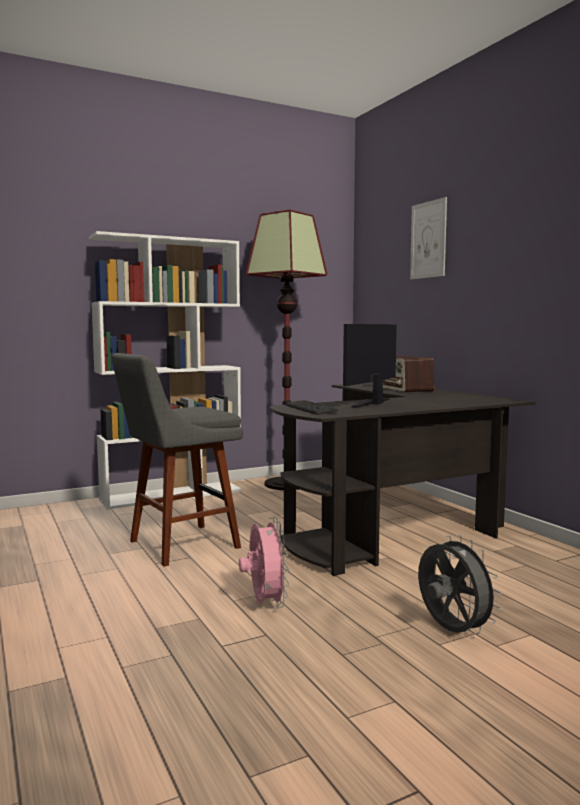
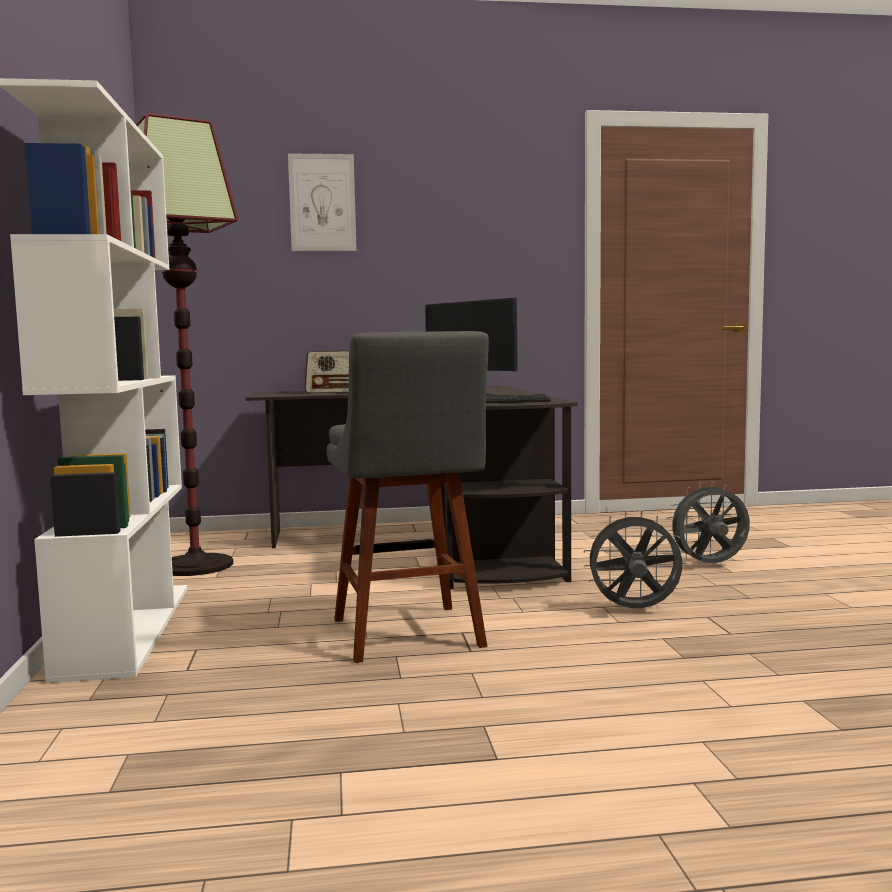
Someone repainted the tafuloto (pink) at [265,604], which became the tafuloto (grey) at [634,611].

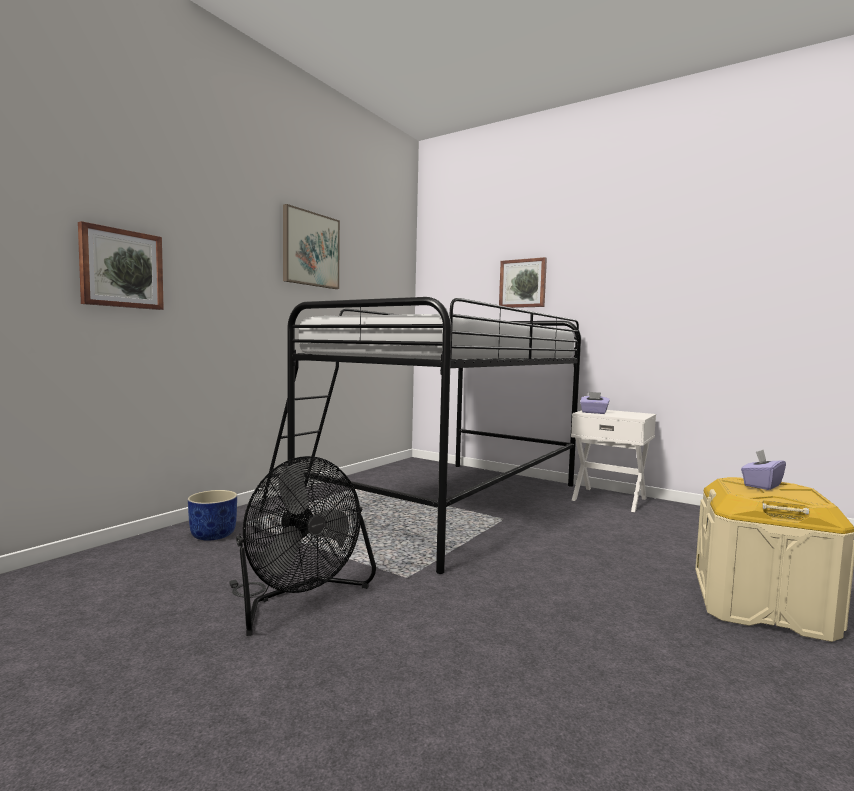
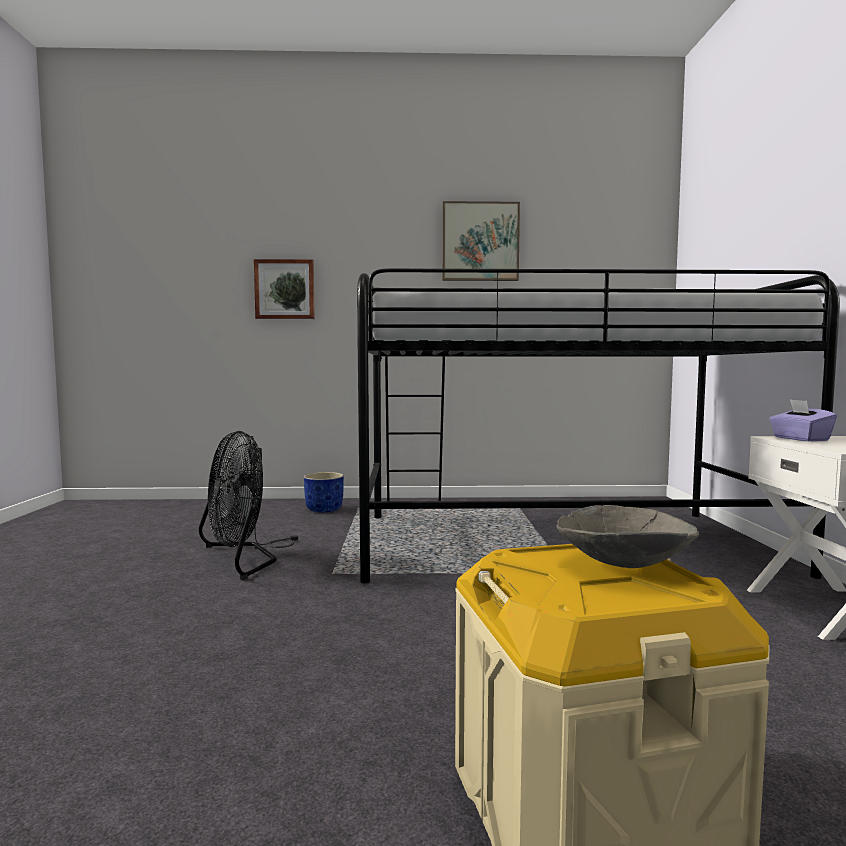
Someone rotated the tafuloto (black) at [293,600] by 45 degrees clockwise.
Someone took away the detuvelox at [523,283].
Someone swapped the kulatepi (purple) at [761,485] for the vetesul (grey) at [623,564].

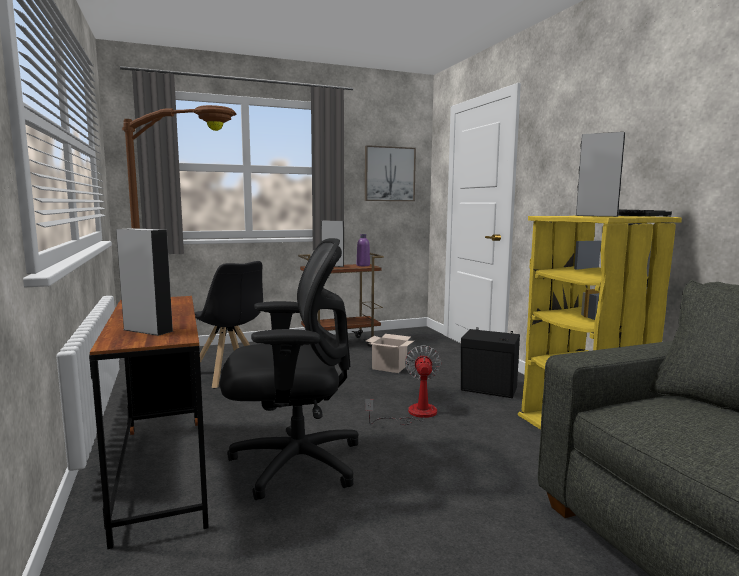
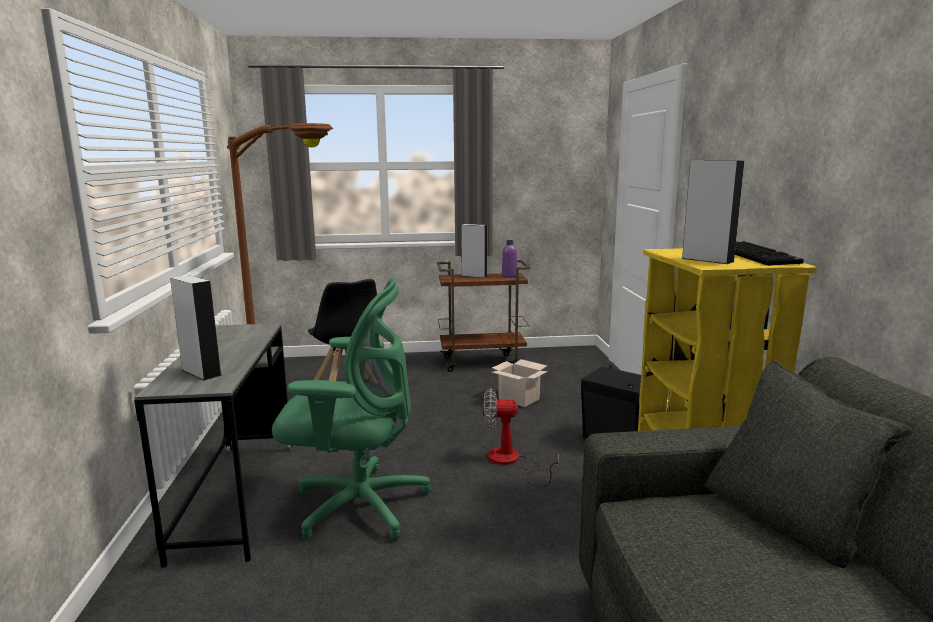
Someone repainted the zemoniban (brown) at [162,472], which became the zemoniban (grey) at [237,498].
Someone repainted the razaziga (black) at [288,466], which became the razaziga (green) at [351,506].
Someone took away the detuvelox at [389,174].
Someone rotated the tafuloto at [413,414] by 105 degrees counterclockwise.

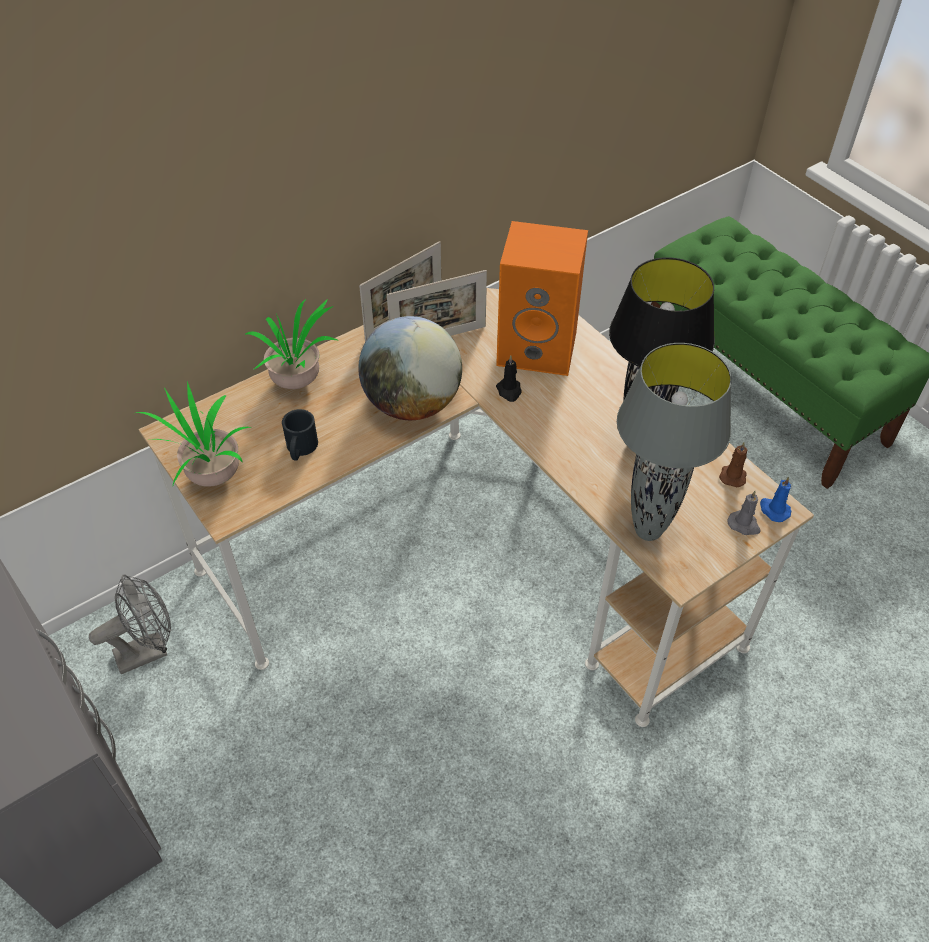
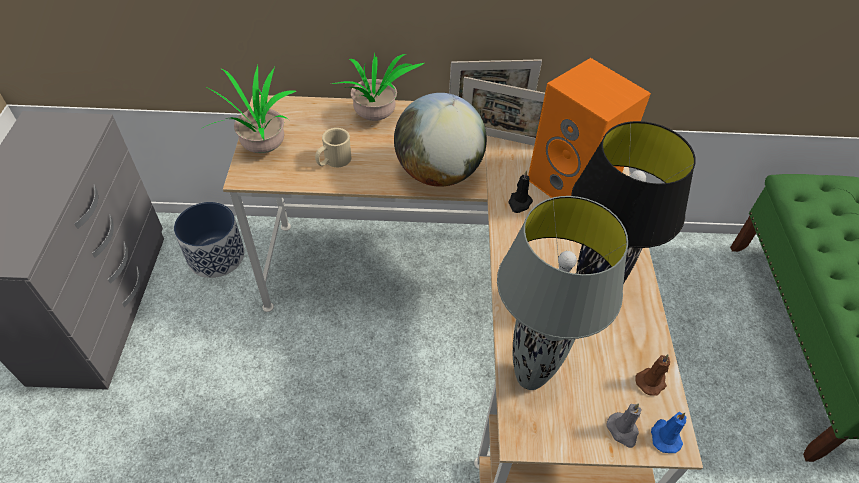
Someone swapped the tafuloto (grey) at [149,650] for the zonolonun at [216,256].
Someone repainted the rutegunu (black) at [300,449], which became the rutegunu (beige) at [333,161].

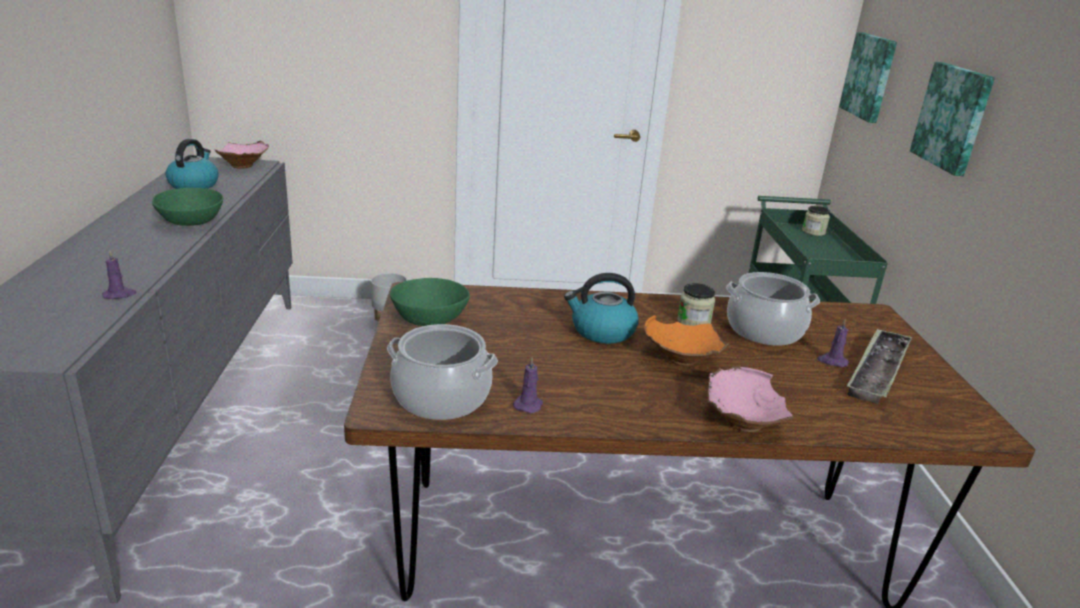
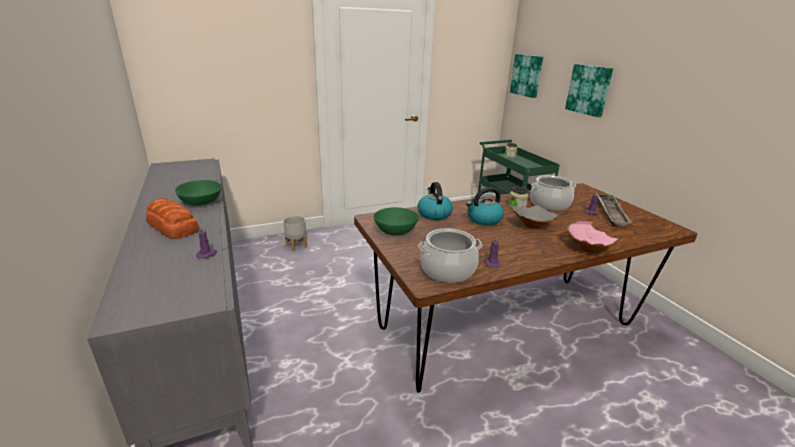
Someone carried the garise from [194,184] to [434,214].
Someone took away the vetesul (pink) at [243,166].
Someone repainted the vetesul (orange) at [681,360], which became the vetesul (grey) at [532,226].
Someone put down the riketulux at [173,227].

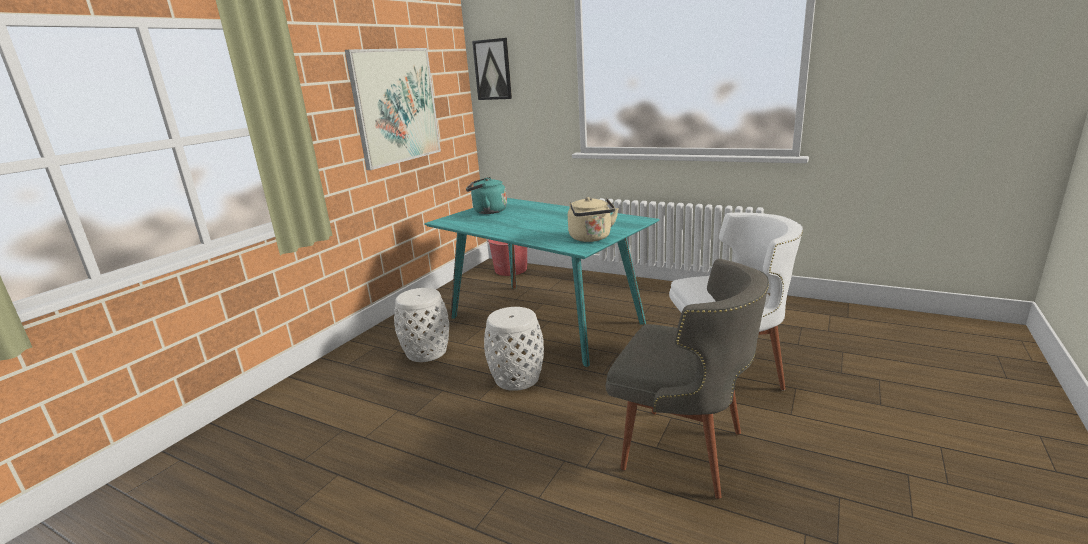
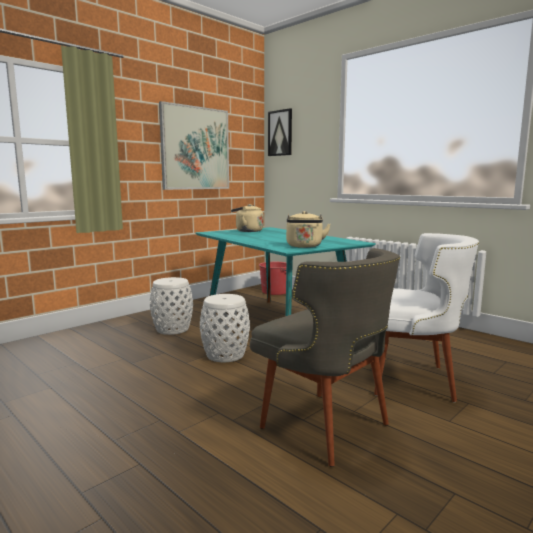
Someone repainted the garise (turquoise) at [487,211], which became the garise (beige) at [247,231].

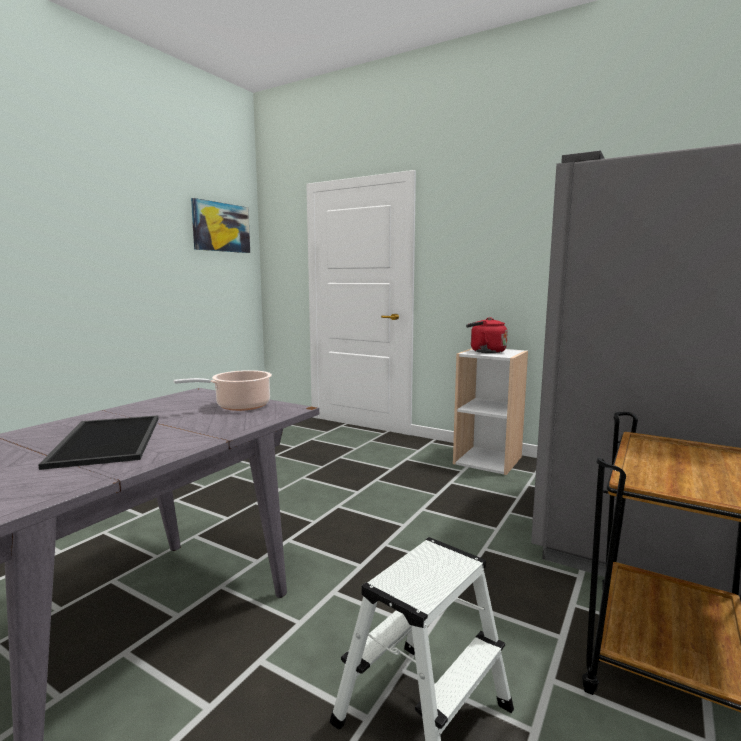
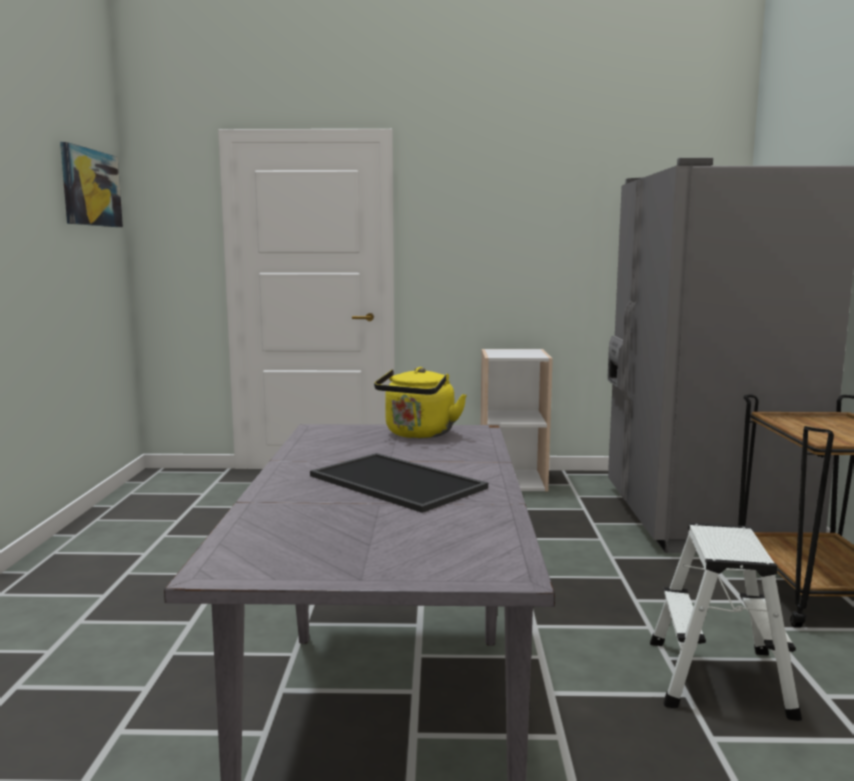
Someone swapped the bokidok at [239,406] for the garise (yellow) at [418,434].
Someone took away the garise (red) at [485,351].

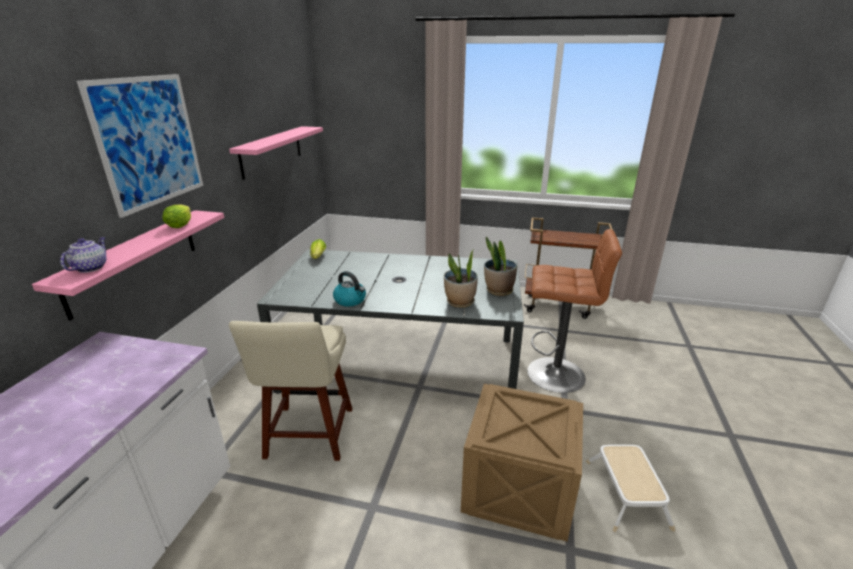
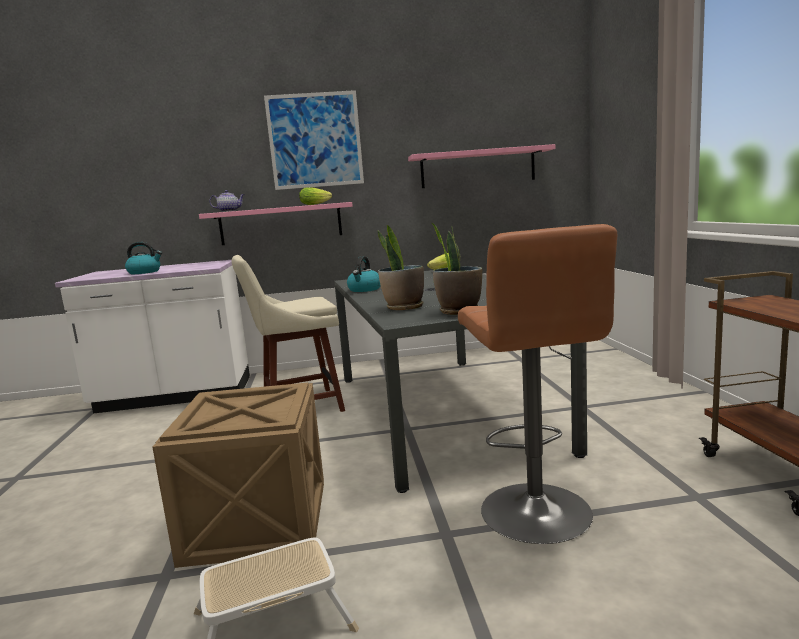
Someone put down the garise at [145,272].

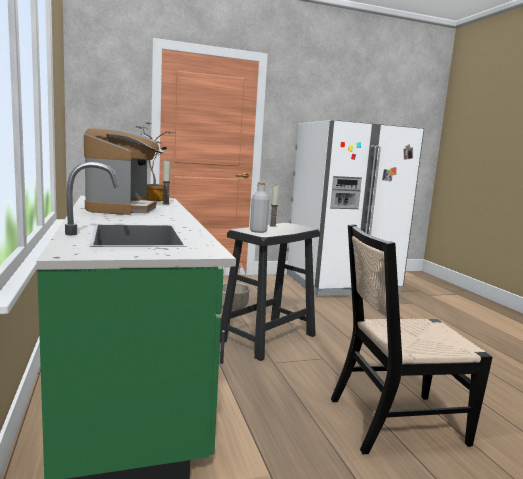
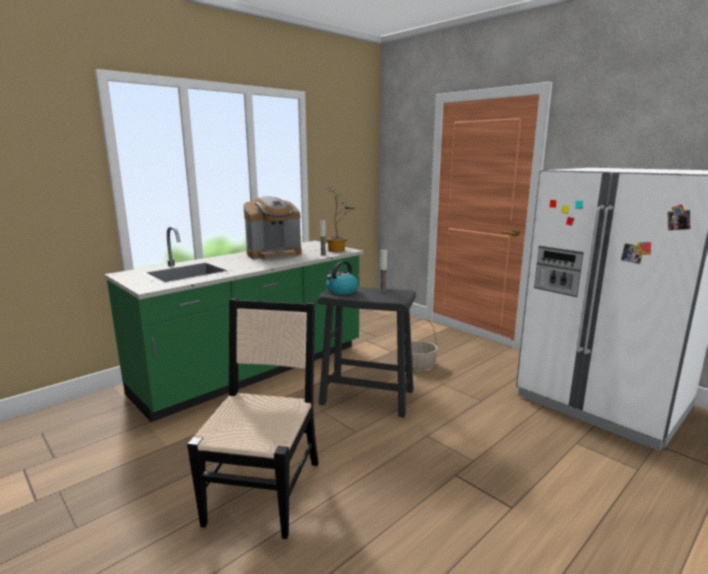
Someone swapped the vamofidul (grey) at [258,231] for the garise at [341,291].
Someone rotated the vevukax at [396,422] by 45 degrees clockwise.

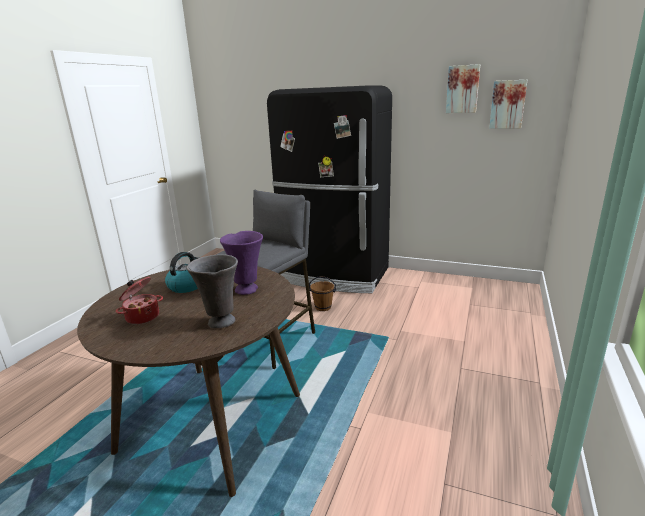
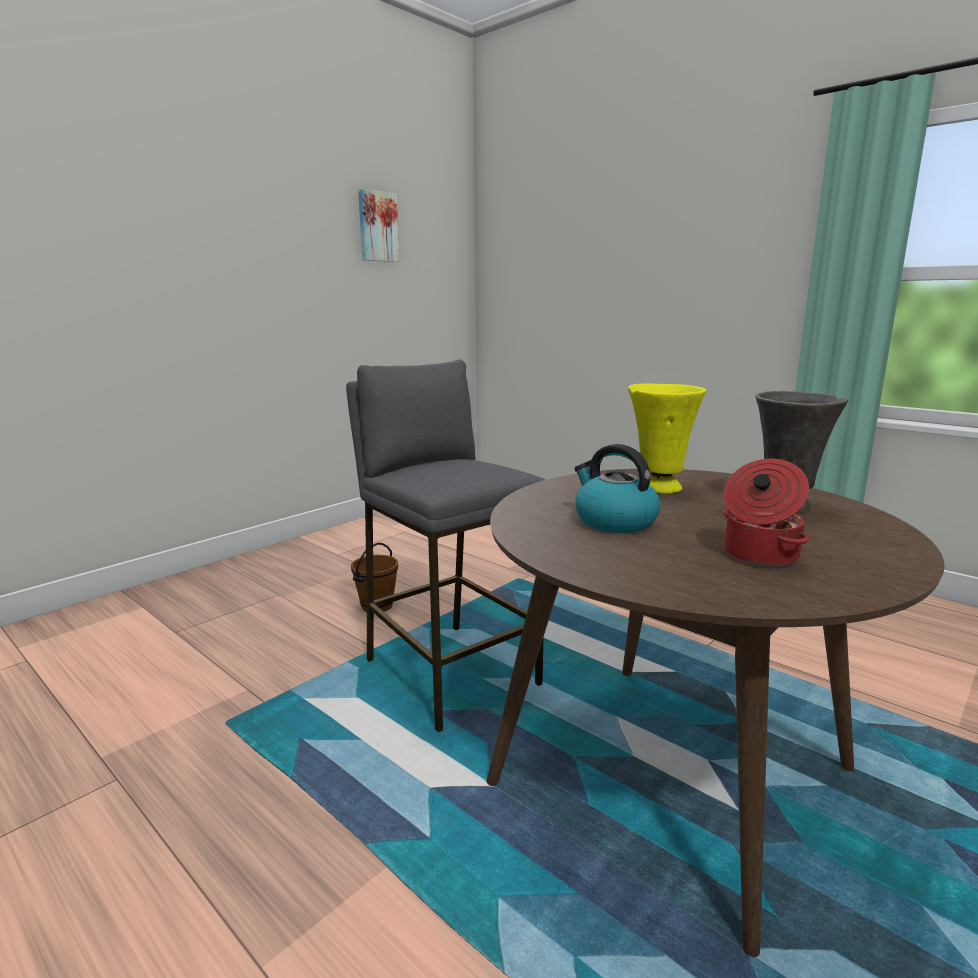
Someone repainted the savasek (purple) at [247,289], which became the savasek (yellow) at [658,487].
Someone took away the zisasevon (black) at [334,275].
Someone took away the detuvelox at [507,104].

